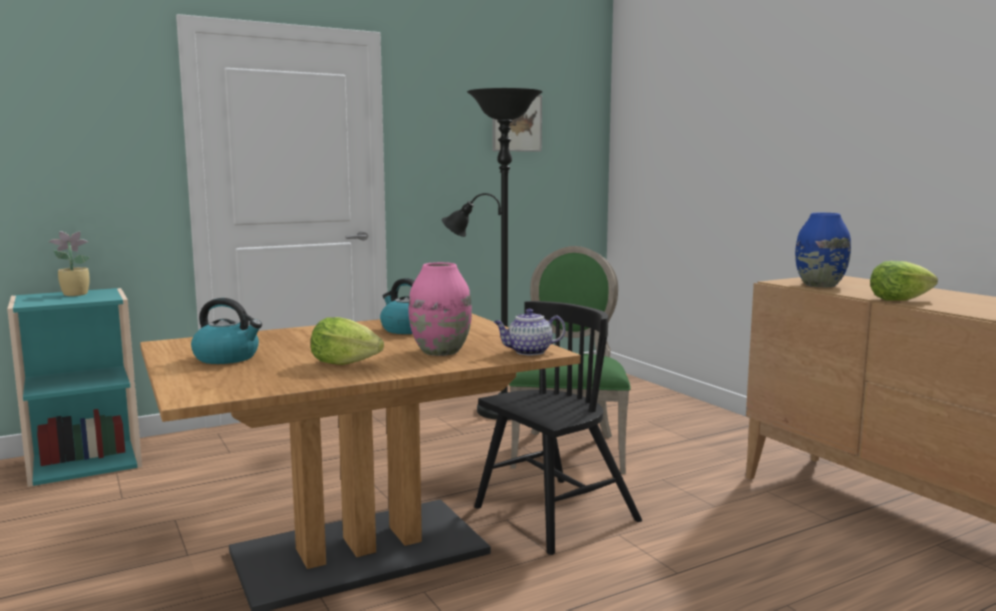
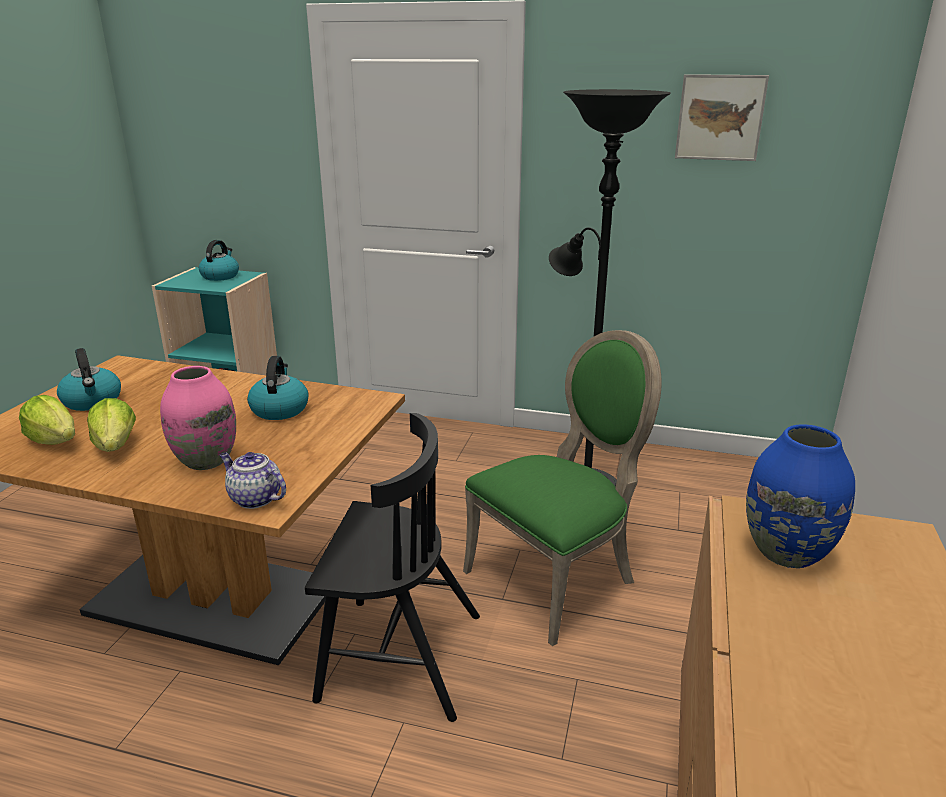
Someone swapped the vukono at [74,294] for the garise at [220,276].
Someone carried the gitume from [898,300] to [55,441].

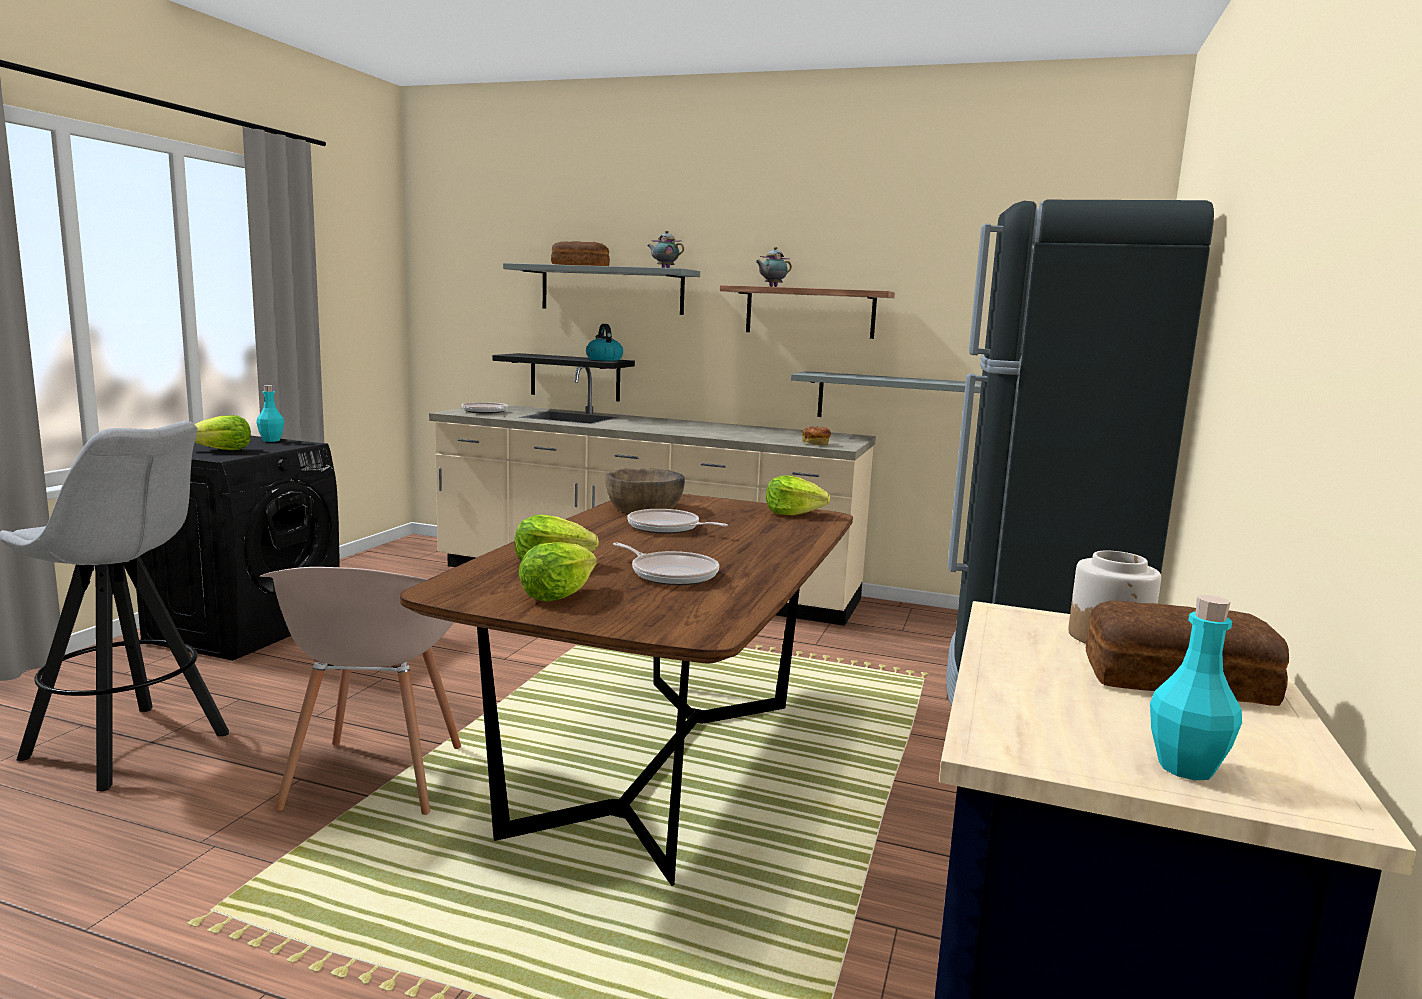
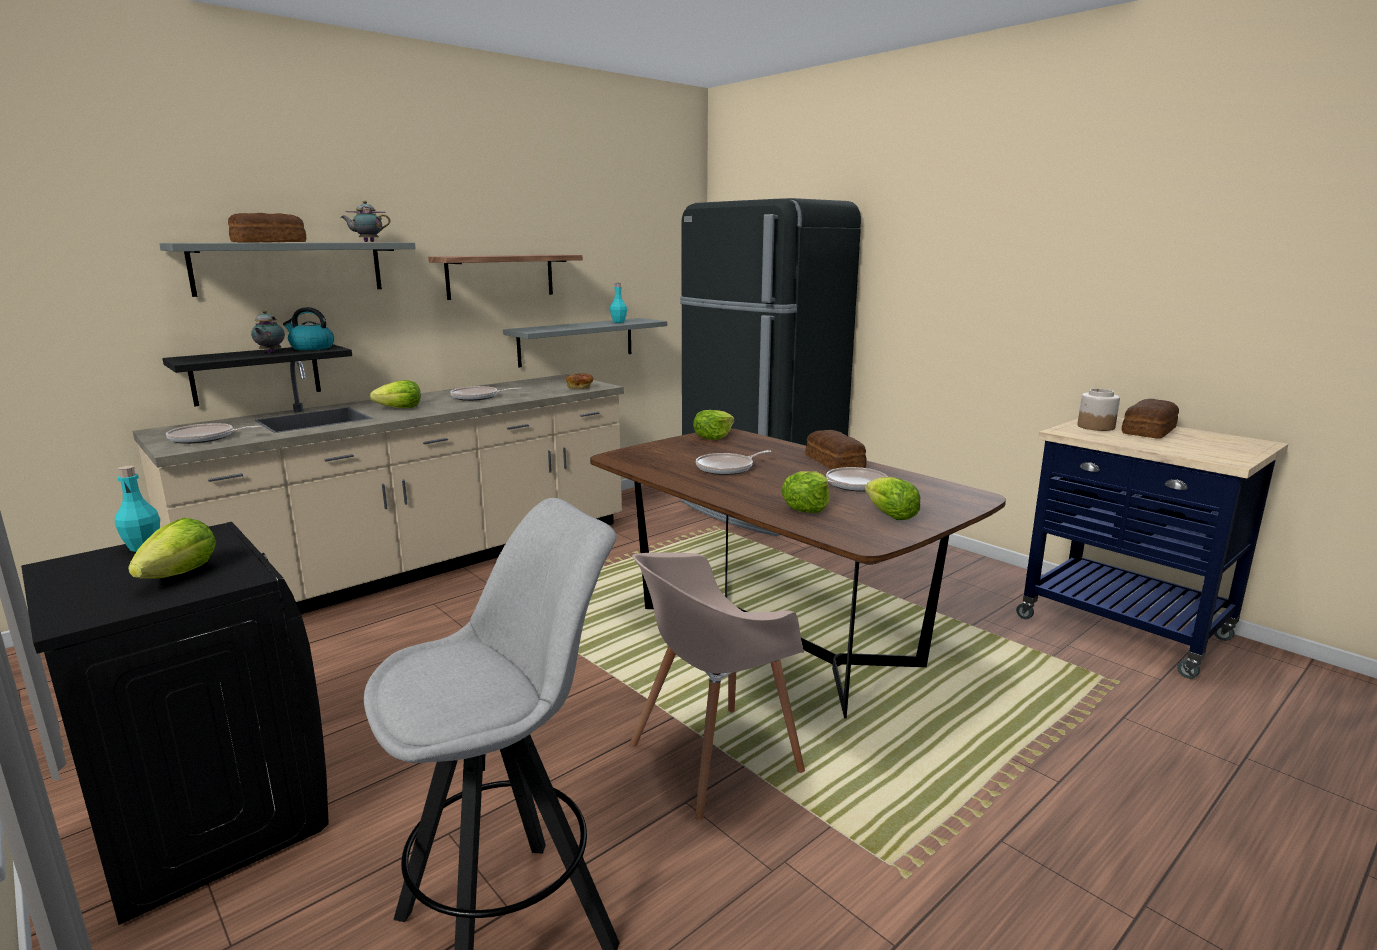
Someone rotated the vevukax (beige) at [375,778] by 120 degrees clockwise.
Someone took away the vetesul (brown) at [644,508].
Someone carried the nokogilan from [772,286] to [269,352].
Someone carried the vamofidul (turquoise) from [1186,768] to [618,322].
Someone put down the gitume at [400,408].
Someone put down the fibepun at [477,397].
Someone put down the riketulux at [834,462].

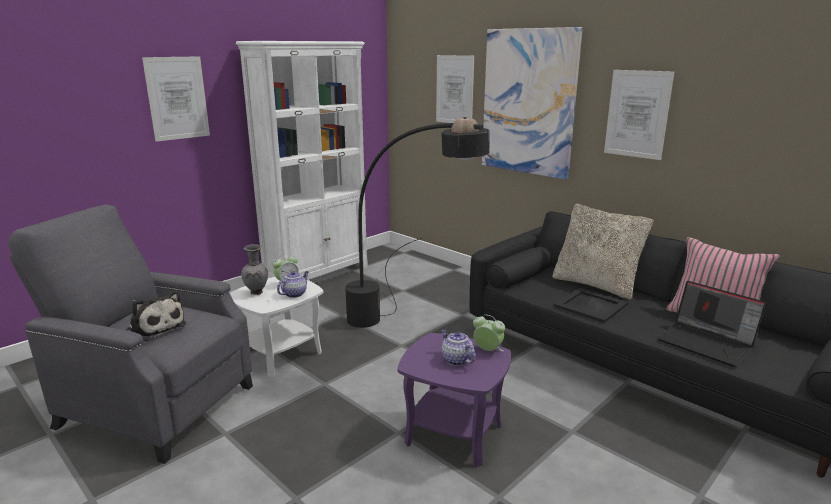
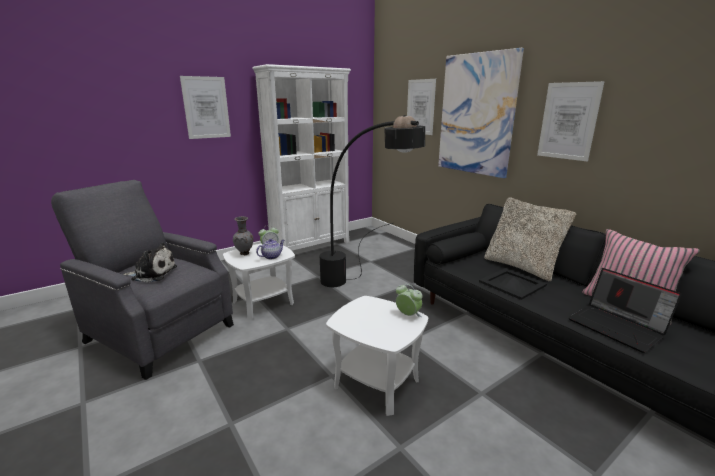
Someone rotated the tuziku at [155,327] by 45 degrees counterclockwise.
Someone repainted the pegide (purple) at [453,434], which became the pegide (white) at [376,383].
Someone took away the nokogilan at [456,360].

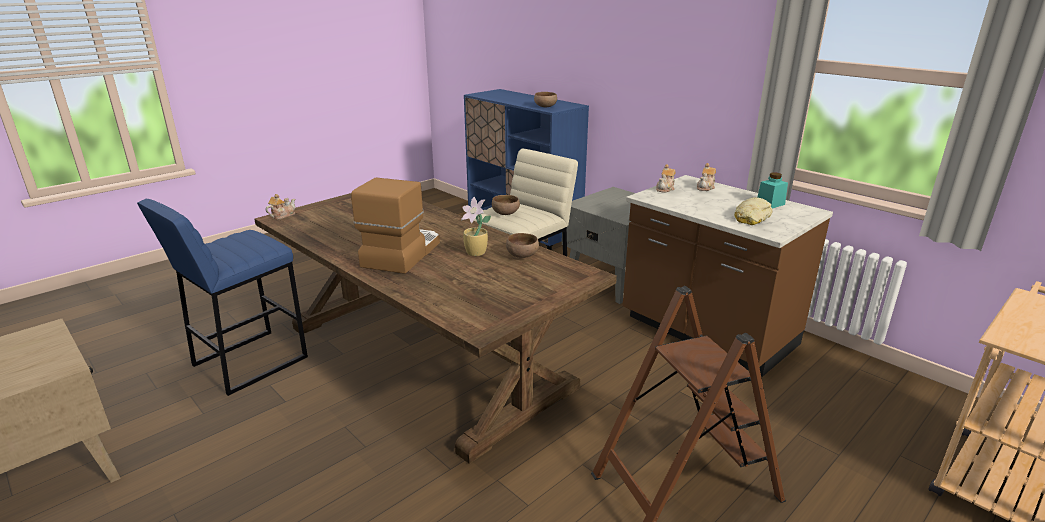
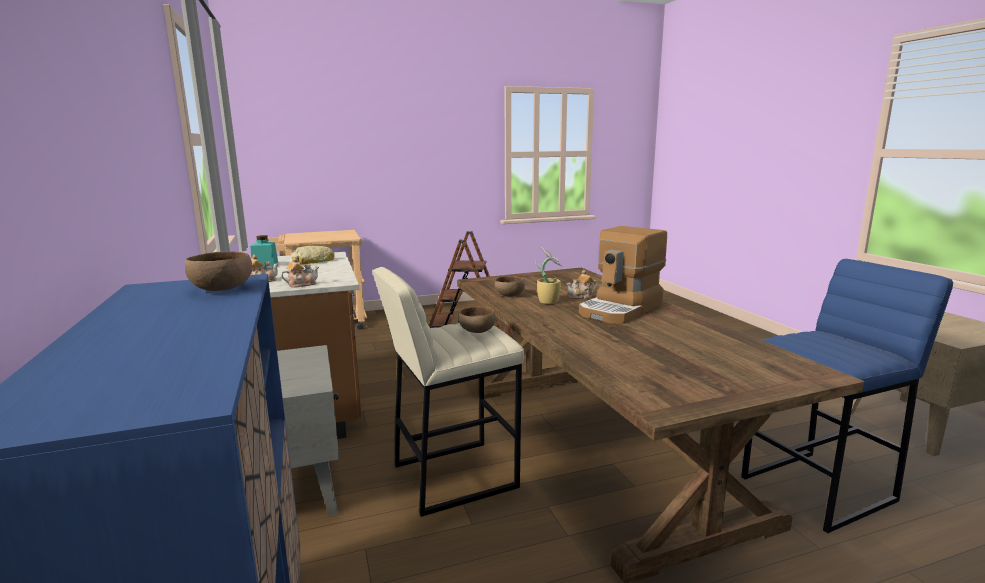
Someone carried the nokogilan from [282,215] to [581,296].

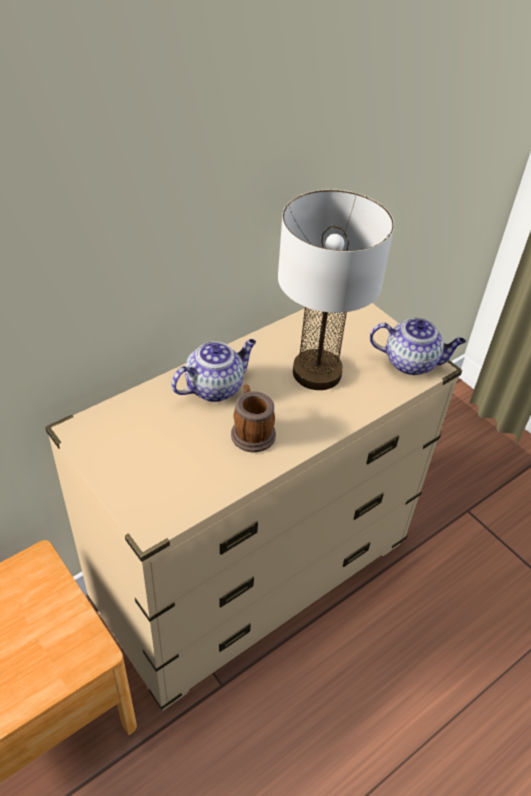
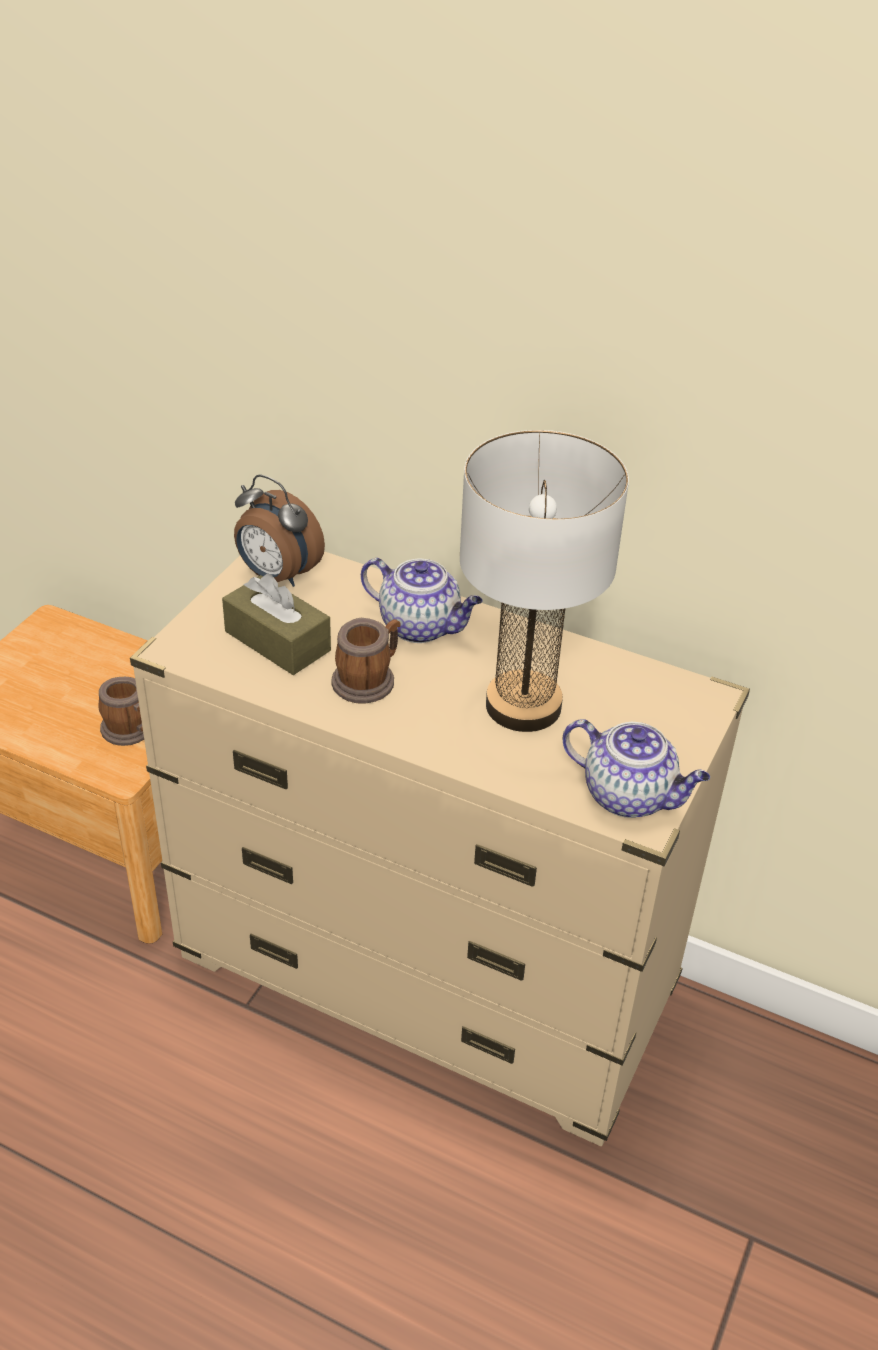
Someone rotated the nokogilan at [412,362] by 45 degrees counterclockwise.
Someone put down the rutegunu at [131,731].
Someone put down the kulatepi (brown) at [277,641].
Someone put down the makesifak at [277,576].

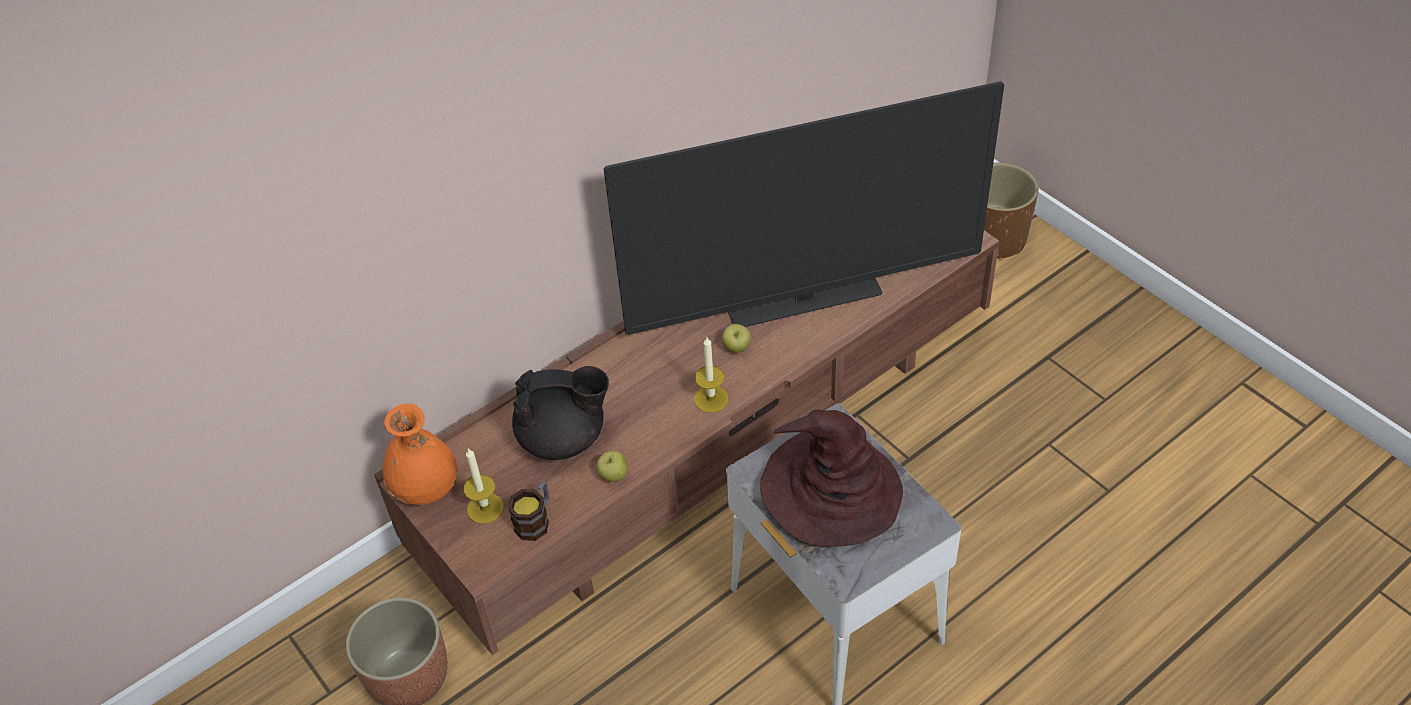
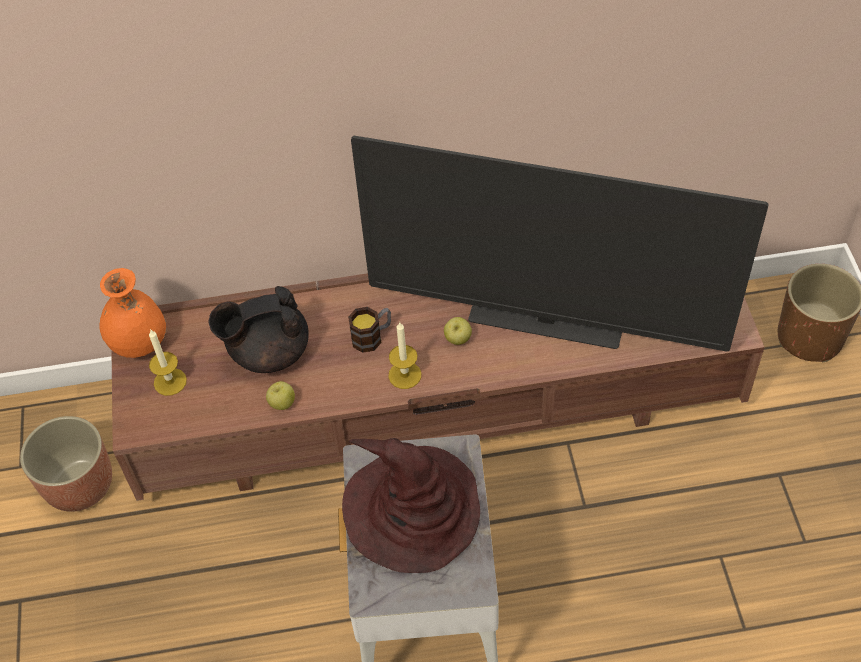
Someone carried the rutegunu from [535,520] to [372,336].
Someone rotated the nokogilan (black) at [564,438] by 135 degrees clockwise.

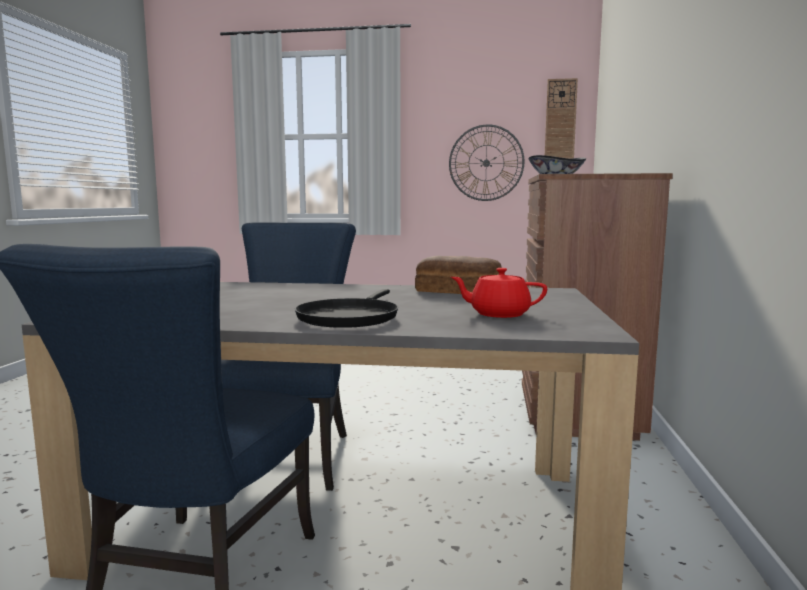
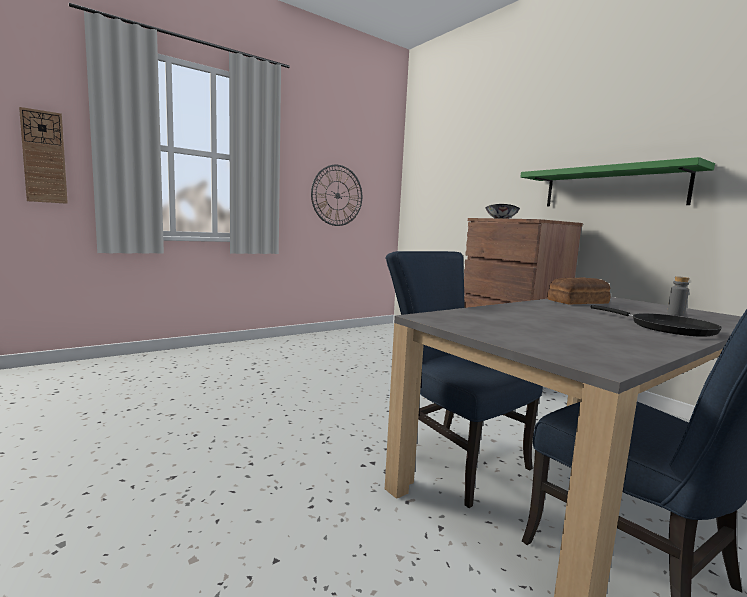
Someone swapped the nokogilan (red) at [498,314] for the vamofidul (grey) at [675,314].
Someone carried the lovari from [560,119] to [44,157].
Someone put up the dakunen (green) at [612,188].

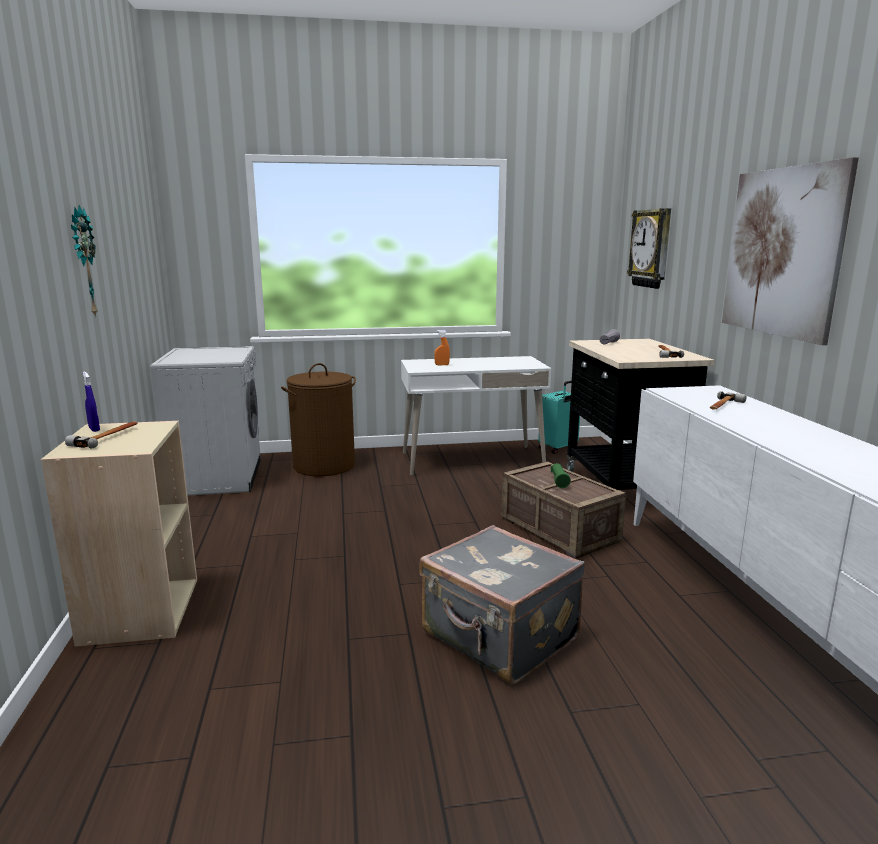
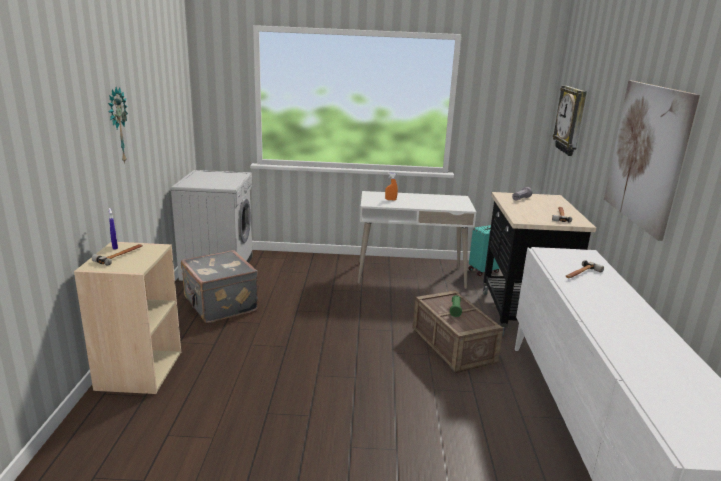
Someone took away the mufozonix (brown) at [324,465].
Someone carried the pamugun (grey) from [499,637] to [220,305].

